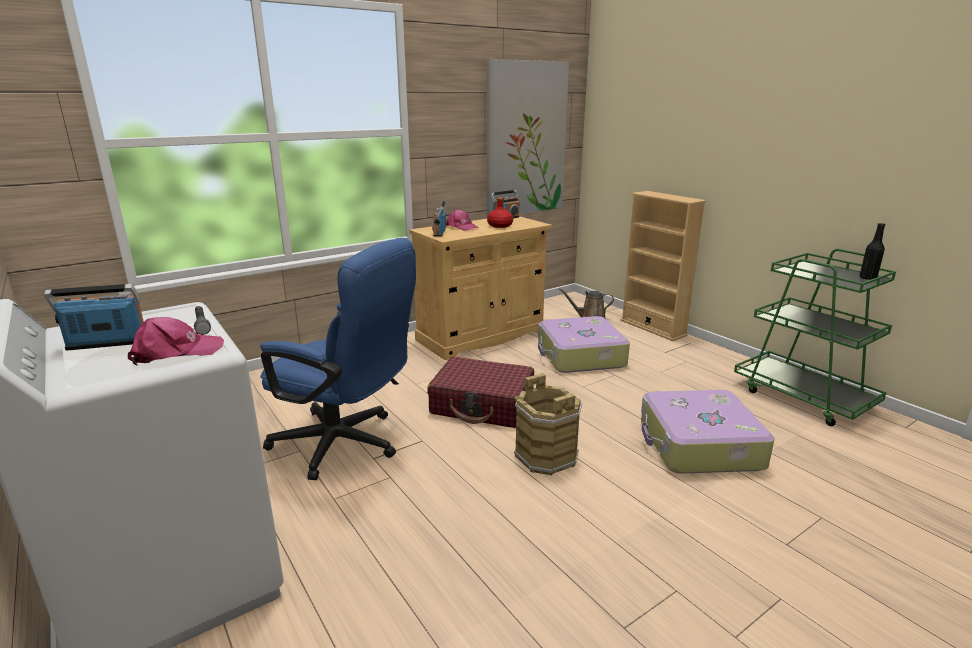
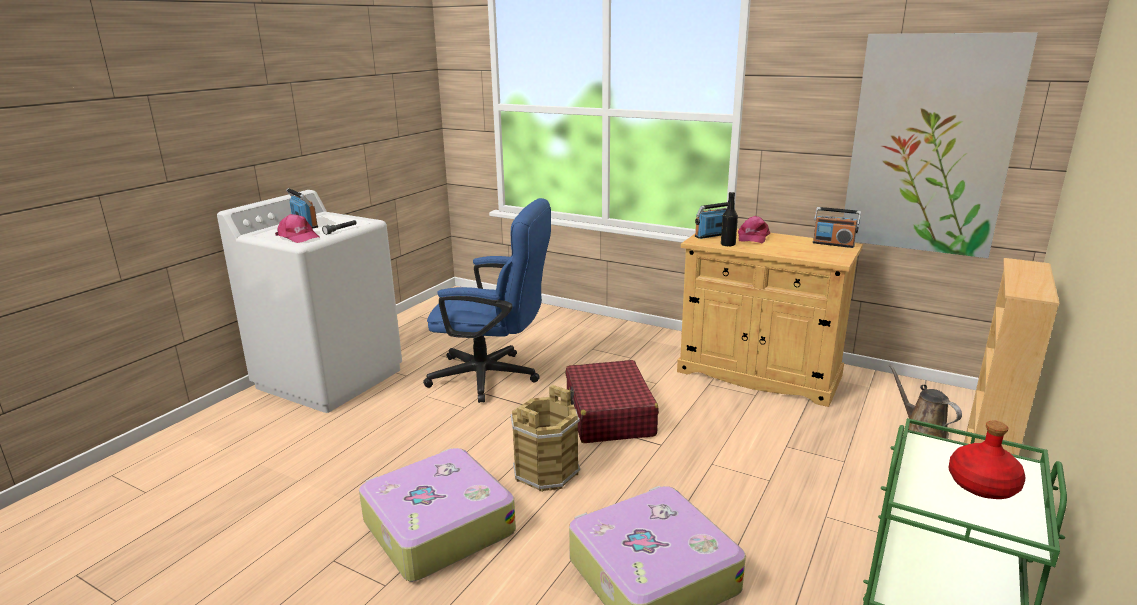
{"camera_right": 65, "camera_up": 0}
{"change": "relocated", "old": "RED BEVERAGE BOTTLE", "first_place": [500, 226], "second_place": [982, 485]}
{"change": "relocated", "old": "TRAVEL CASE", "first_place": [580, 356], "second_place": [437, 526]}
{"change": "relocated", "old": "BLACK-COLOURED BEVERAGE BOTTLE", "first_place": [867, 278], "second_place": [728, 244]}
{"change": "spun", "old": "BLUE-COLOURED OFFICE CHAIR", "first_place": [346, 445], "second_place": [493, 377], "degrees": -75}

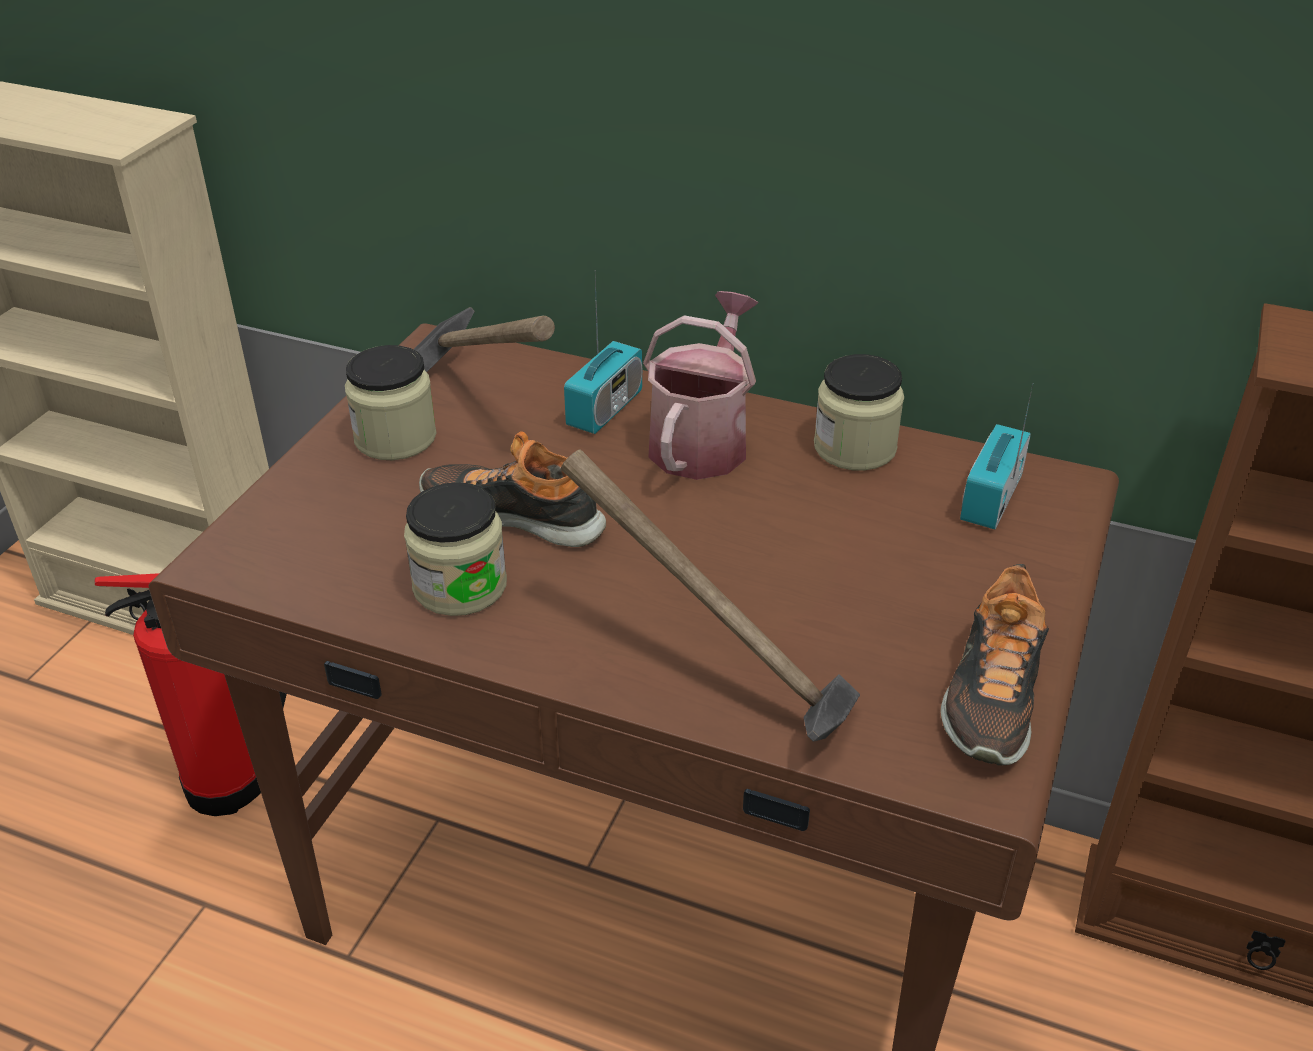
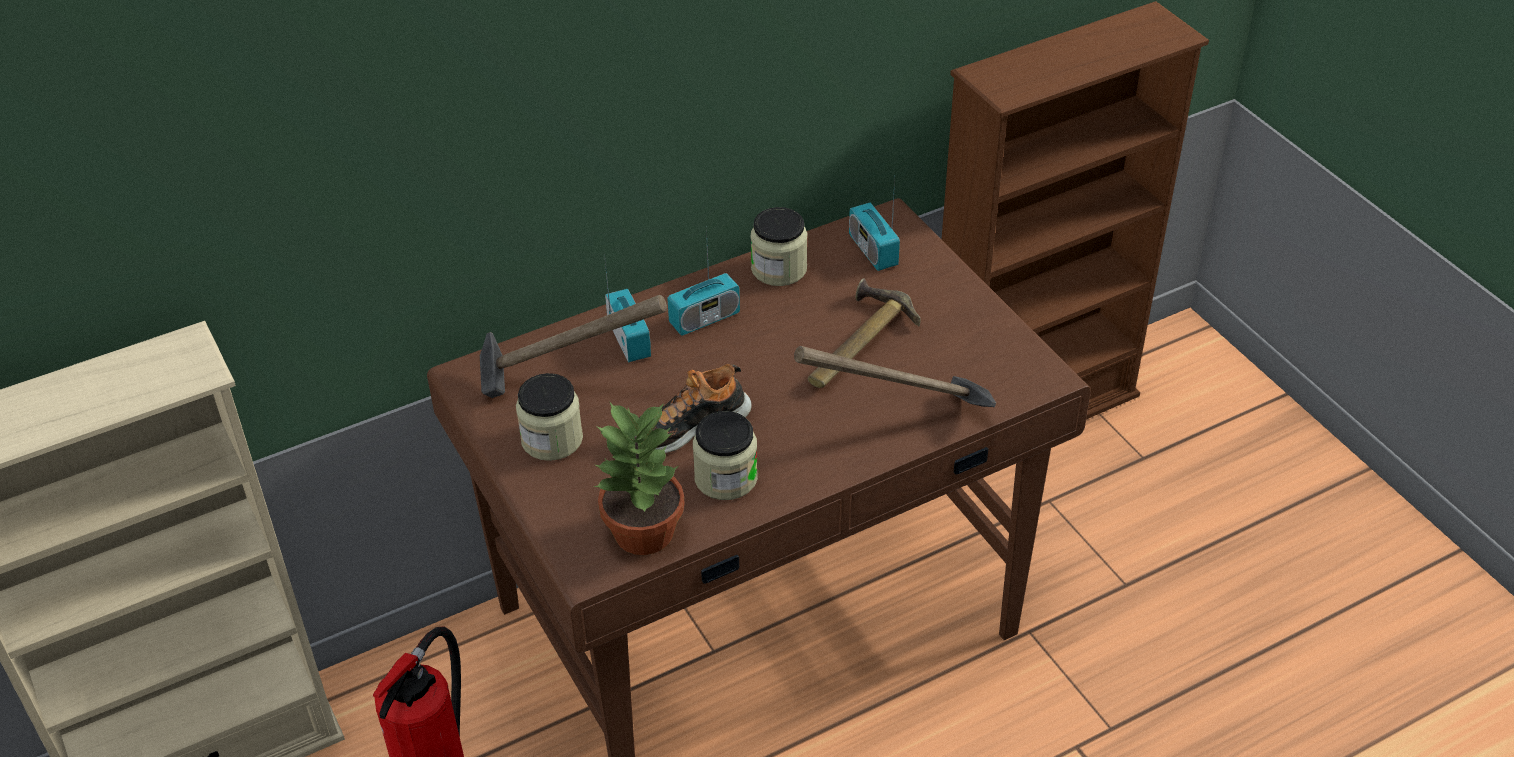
{"camera_right": -50, "camera_up": 5}
{"change": "missing", "old": "SHOE", "first_place": [992, 694]}
{"change": "appeared", "new": "HOUSEPLANT", "second_place": [645, 533]}
{"change": "appeared", "new": "HAMMER", "second_place": [854, 343]}
{"change": "exchanged", "old": "SPRINKLING CAN", "new": "RADIO RECEIVER", "first_place": [702, 439], "second_place": [704, 319]}

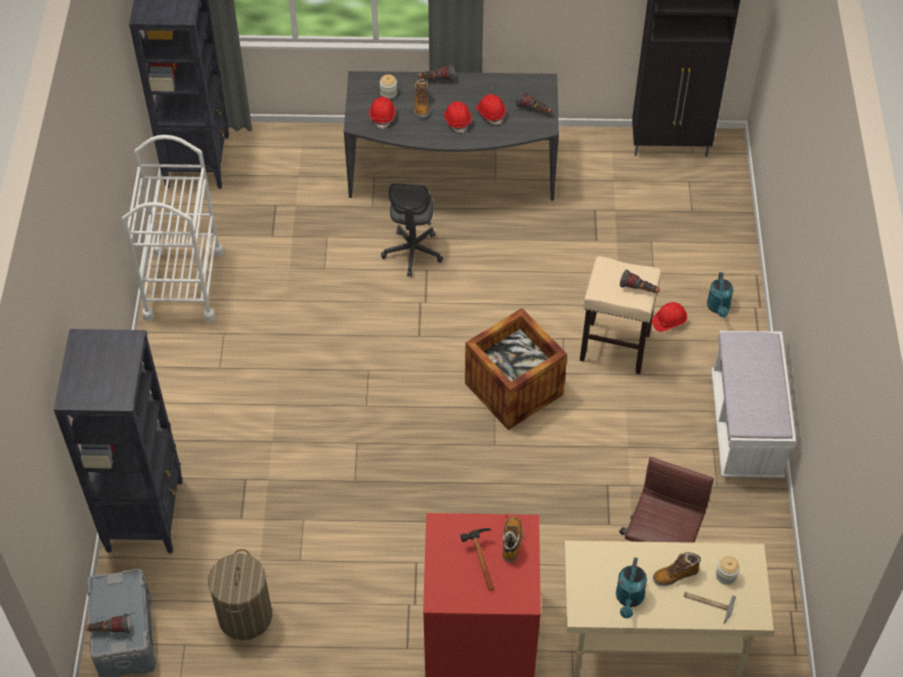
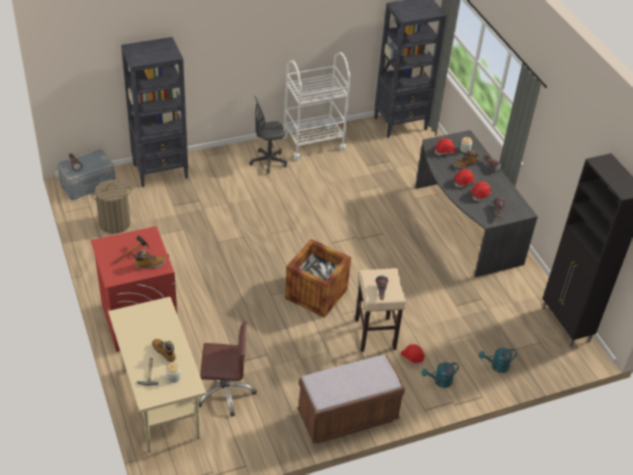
{"camera_right": 65, "camera_up": -10}
{"change": "relocated", "old": "GRAY OFFICE CHAIR", "first_place": [412, 253], "second_place": [268, 162]}
{"change": "relocated", "old": "TURQUOISE-COLOURED SPRINKLING CAN", "first_place": [629, 599], "second_place": [496, 366]}
{"change": "colour", "old": "WHITISH LONG SEAT", "new": "BROWN-COLOURED LONG SEAT", "first_place": [745, 427], "second_place": [347, 417]}

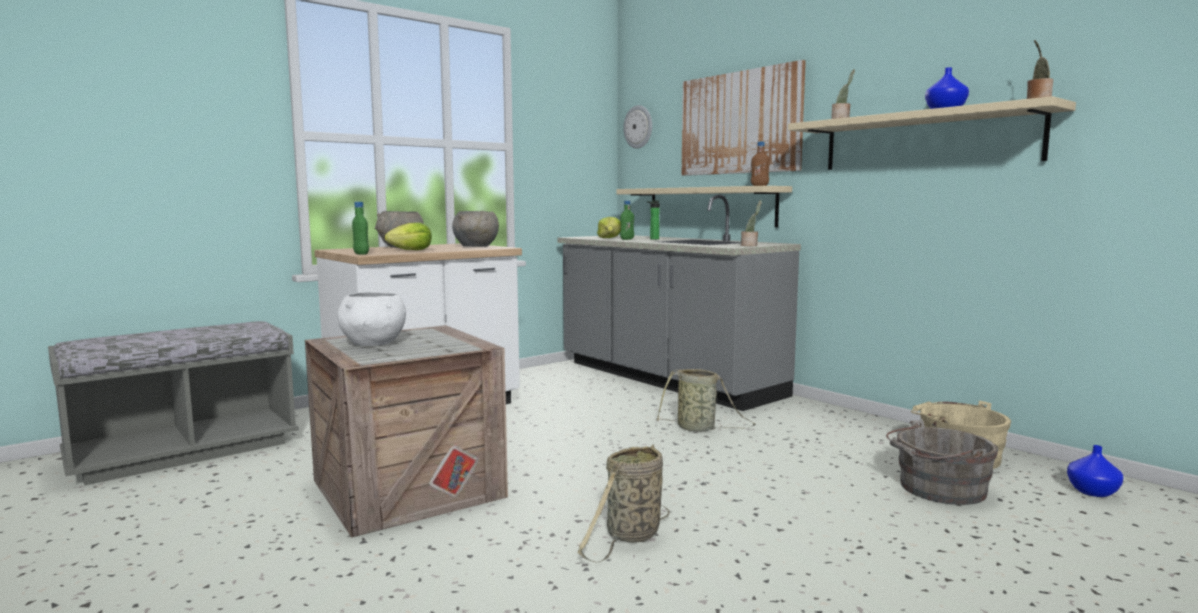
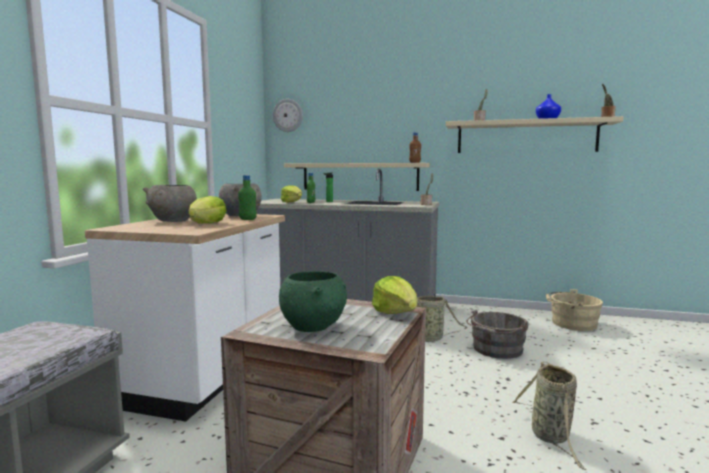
{"camera_right": -35, "camera_up": 0}
{"change": "missing", "old": "WALL ART", "first_place": [739, 123]}
{"change": "missing", "old": "BLUE-COLOURED DECORATIVE VASE", "first_place": [1094, 492]}
{"change": "appeared", "new": "LETTUCE HEAD", "second_place": [395, 312]}
{"change": "relocated", "old": "GREENISH BEVERAGE BOTTLE", "first_place": [361, 254], "second_place": [247, 219]}
{"change": "relocated", "old": "GRAY PAIL", "first_place": [938, 489], "second_place": [496, 350]}
{"change": "colour", "old": "WHITISH SERVING BOWL", "new": "GREENISH SERVING BOWL", "first_place": [374, 344], "second_place": [313, 327]}

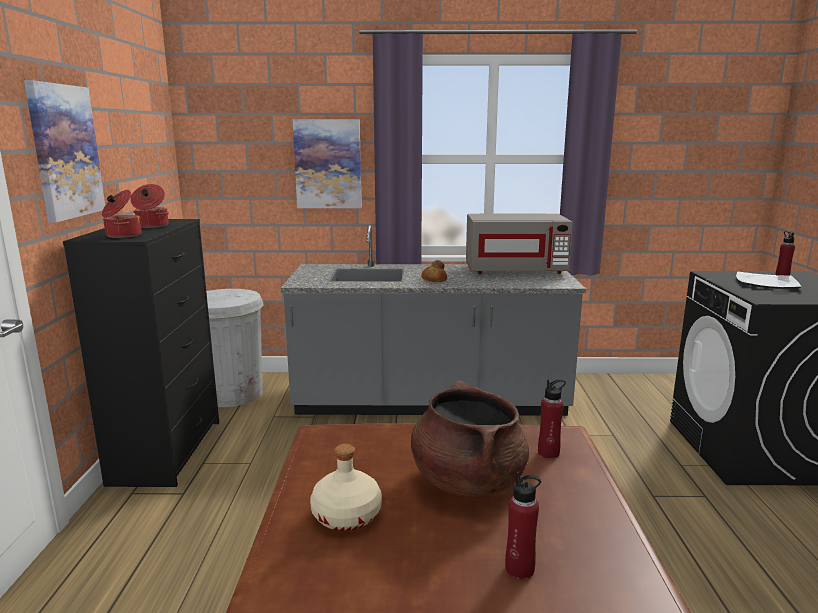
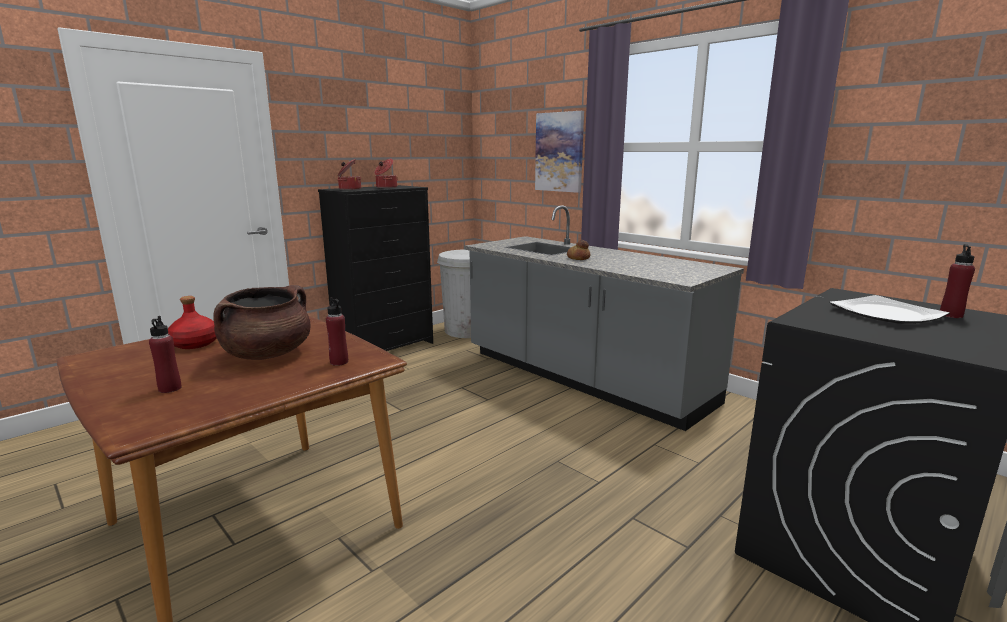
{"camera_right": 45, "camera_up": 0}
{"change": "missing", "old": "WALL ART", "first_place": [65, 151]}
{"change": "missing", "old": "GRAY MICROWAVE", "first_place": [515, 271]}
{"change": "colour", "old": "BEIGE BEVERAGE BOTTLE", "new": "RED BEVERAGE BOTTLE", "first_place": [347, 516], "second_place": [194, 344]}

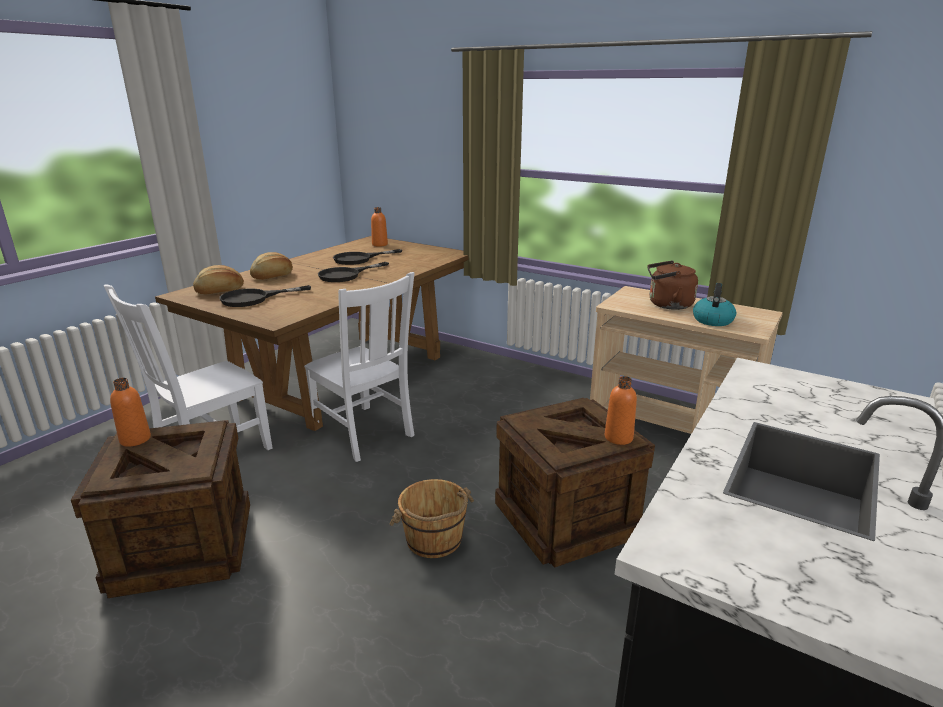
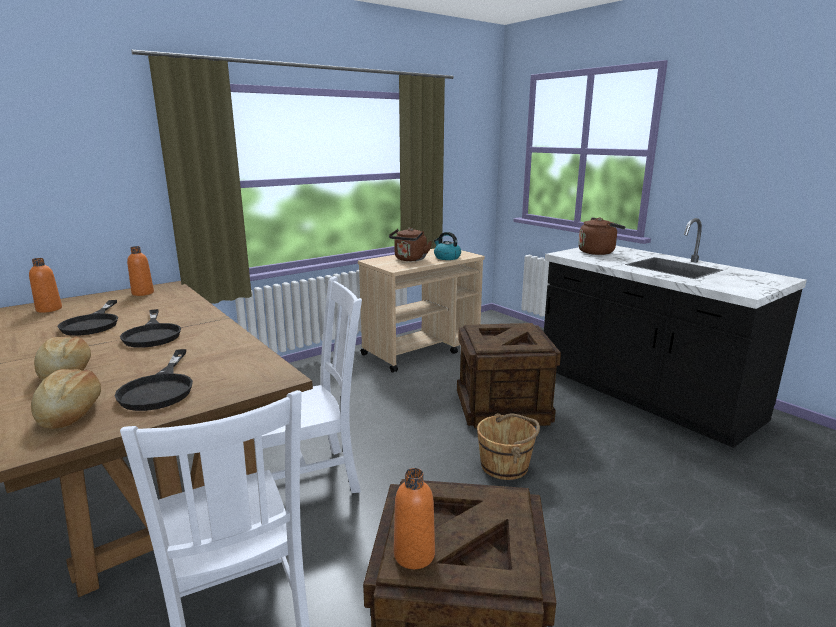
{"camera_right": -70, "camera_up": -5}
{"change": "appeared", "new": "BROWN-COLOURED WATER KETTLE", "second_place": [598, 252]}
{"change": "relocated", "old": "ORANGE-COLOURED BEVERAGE BOTTLE", "first_place": [618, 437], "second_place": [143, 293]}

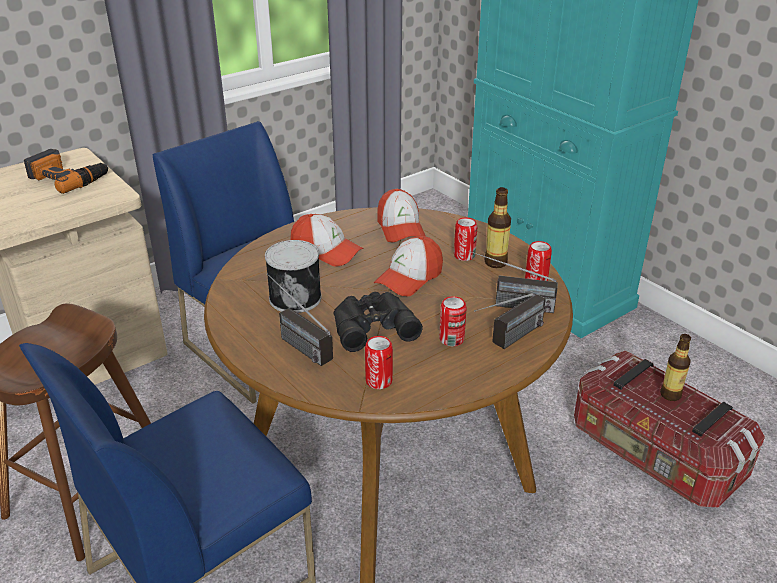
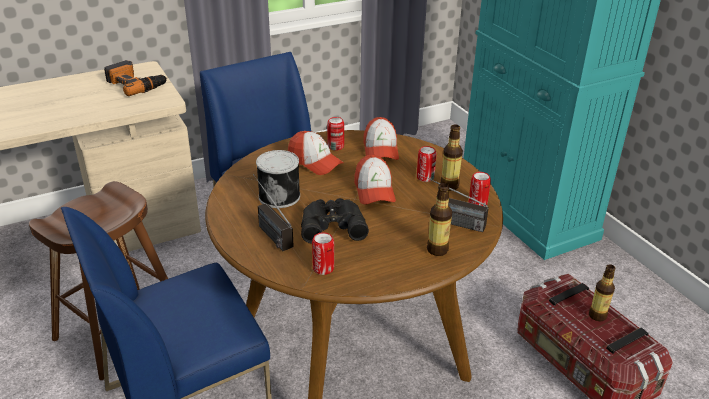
{"camera_right": 10, "camera_up": 0}
{"change": "relocated", "old": "METAL CAN", "first_place": [451, 339], "second_place": [335, 146]}
{"change": "exchanged", "old": "RADIO RECEIVER", "new": "BEVERAGE BOTTLE", "first_place": [508, 341], "second_place": [437, 250]}
{"change": "spun", "old": "BASEBALL CAP", "first_place": [409, 278], "second_place": [374, 190], "degrees": -60}

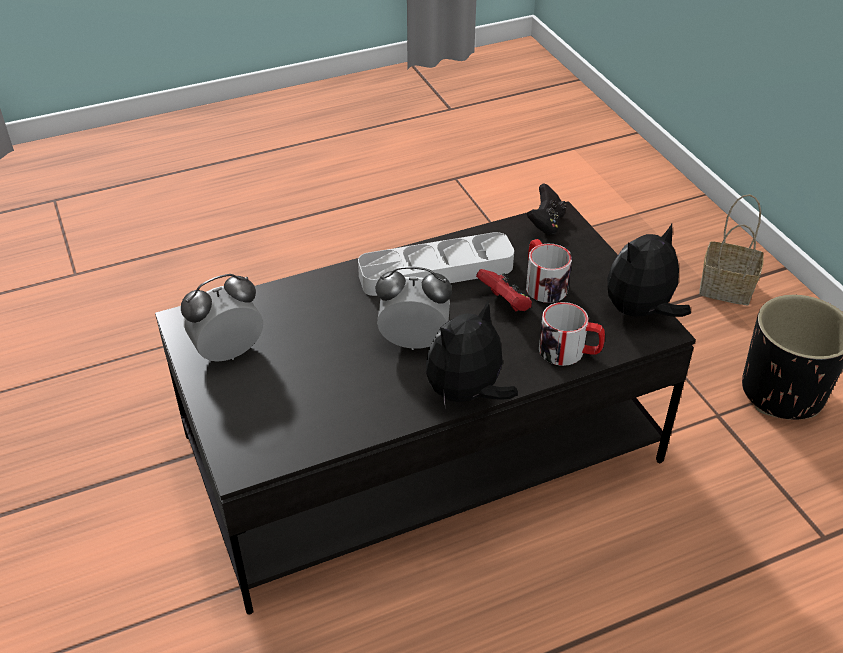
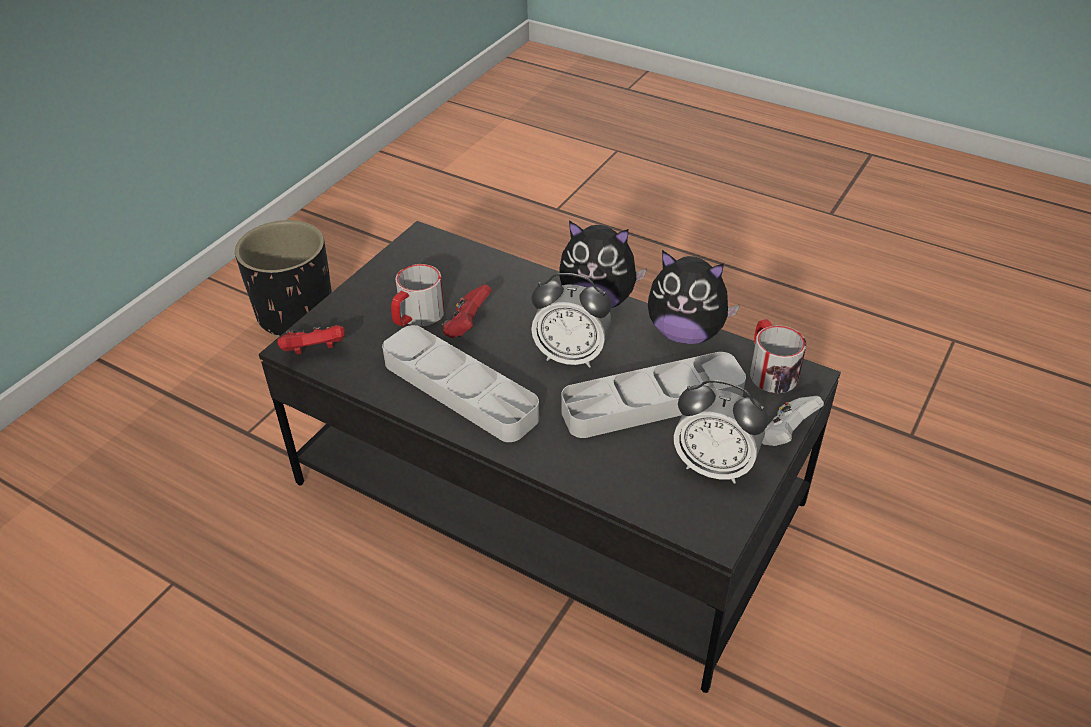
{"camera_right": -125, "camera_up": 0}
{"change": "missing", "old": "HOUSEHOLD BASKET", "first_place": [724, 289]}
{"change": "appeared", "new": "GRAY TRAY", "second_place": [652, 402]}
{"change": "appeared", "new": "WHITISH GAME CONTROLLER", "second_place": [784, 435]}
{"change": "relocated", "old": "TEA MUG", "first_place": [570, 351], "second_place": [769, 369]}
{"change": "relocated", "old": "CUDDLY TOY", "first_place": [640, 312], "second_place": [686, 333]}
{"change": "colour", "old": "BLACK-COLOURED GAME CONTROLLER", "new": "RED GAME CONTROLLER", "first_place": [546, 223], "second_place": [315, 352]}
{"change": "spun", "old": "BEDSIDE CLOCK", "first_place": [414, 342], "second_place": [571, 355], "degrees": -45}

